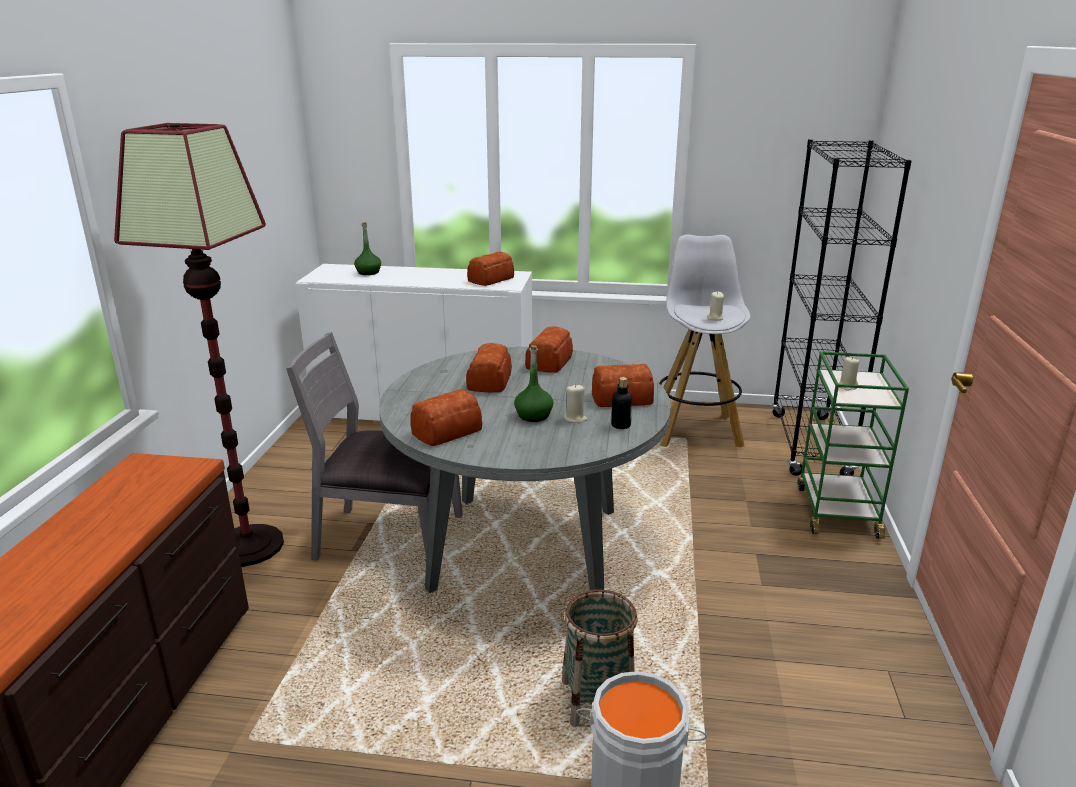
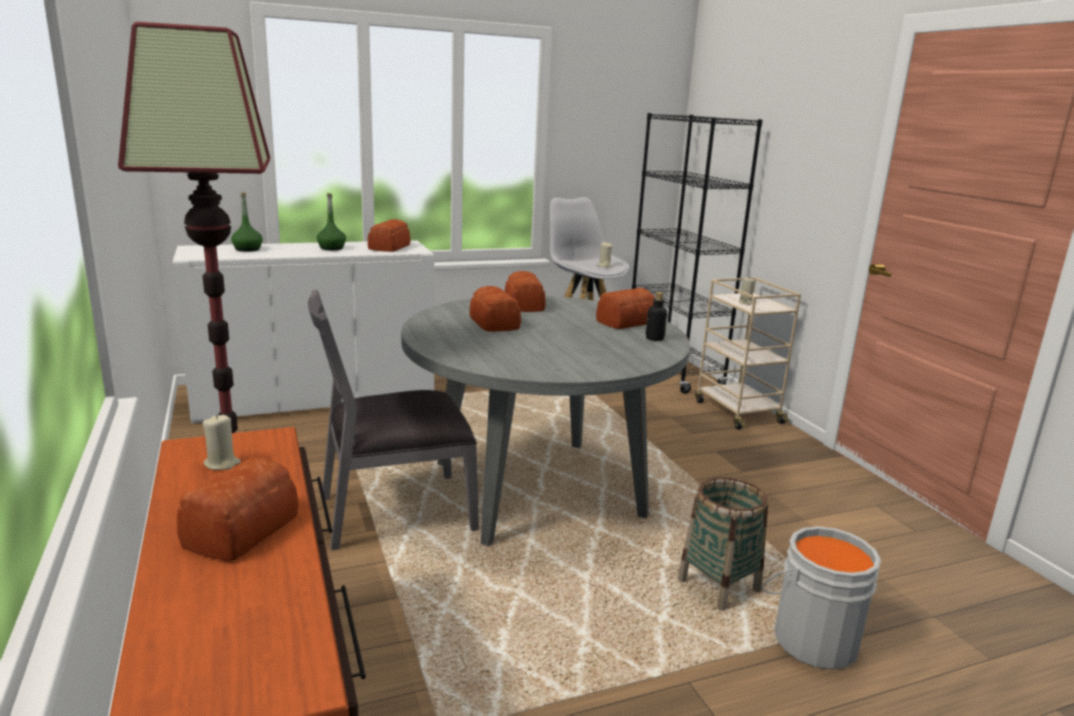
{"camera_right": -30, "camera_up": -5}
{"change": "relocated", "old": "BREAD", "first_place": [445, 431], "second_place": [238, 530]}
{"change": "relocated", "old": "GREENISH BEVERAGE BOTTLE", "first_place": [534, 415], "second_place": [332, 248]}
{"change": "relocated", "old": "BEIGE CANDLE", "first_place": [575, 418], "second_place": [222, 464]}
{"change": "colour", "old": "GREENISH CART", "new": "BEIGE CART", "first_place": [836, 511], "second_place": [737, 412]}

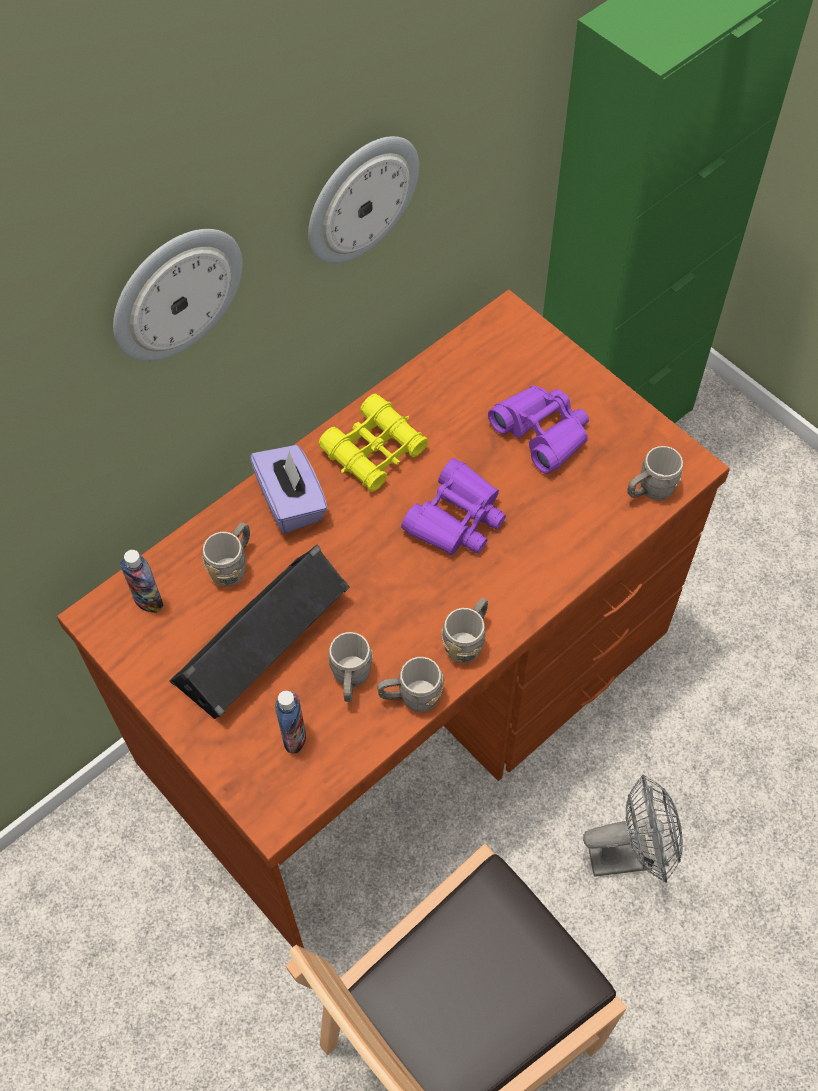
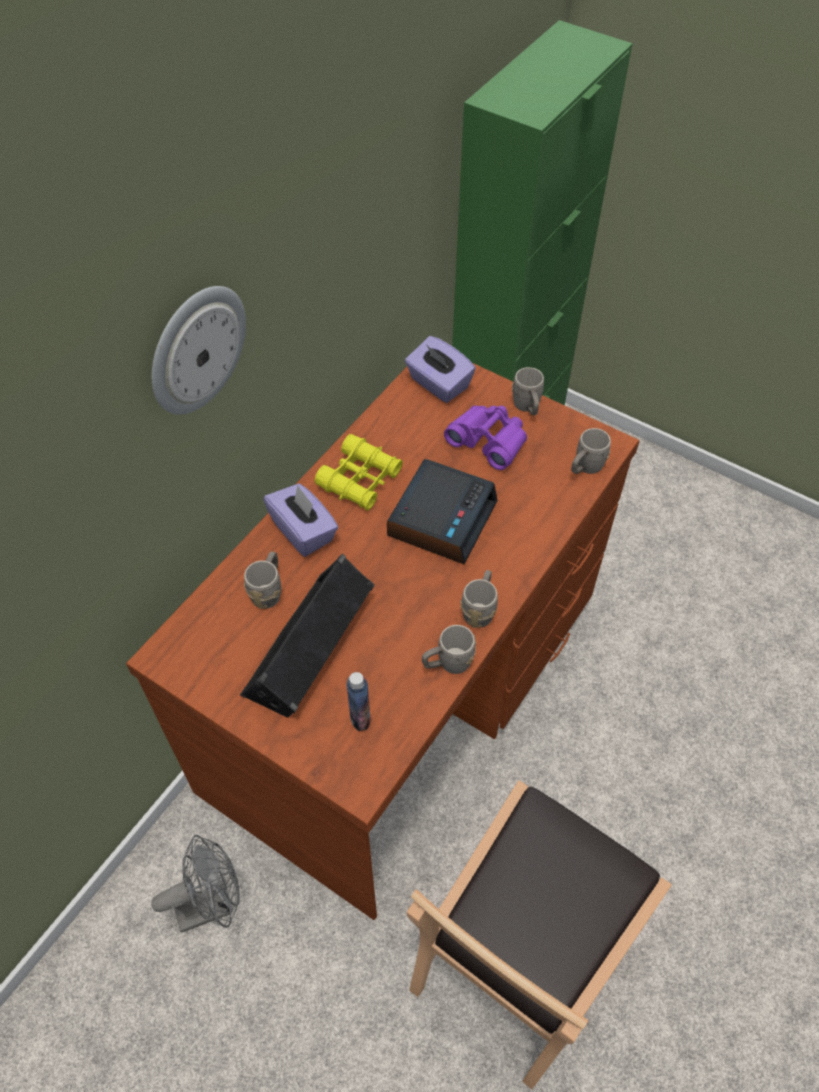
{"camera_right": -15, "camera_up": -5}
{"change": "missing", "old": "BEVERAGE BOTTLE", "first_place": [148, 601]}
{"change": "missing", "old": "CLOCK ON THE WALL", "first_place": [360, 198]}
{"change": "appeared", "new": "PURPLE TISSUE BOX", "second_place": [438, 384]}
{"change": "relocated", "old": "GRAY TEA MUG", "first_place": [351, 680], "second_place": [527, 407]}
{"change": "relocated", "old": "GRAY FAN", "first_place": [629, 854], "second_place": [212, 904]}
{"change": "exchanged", "old": "PURPLE FIELD GLASSES", "new": "BEDSIDE CLOCK", "first_place": [456, 519], "second_place": [441, 518]}

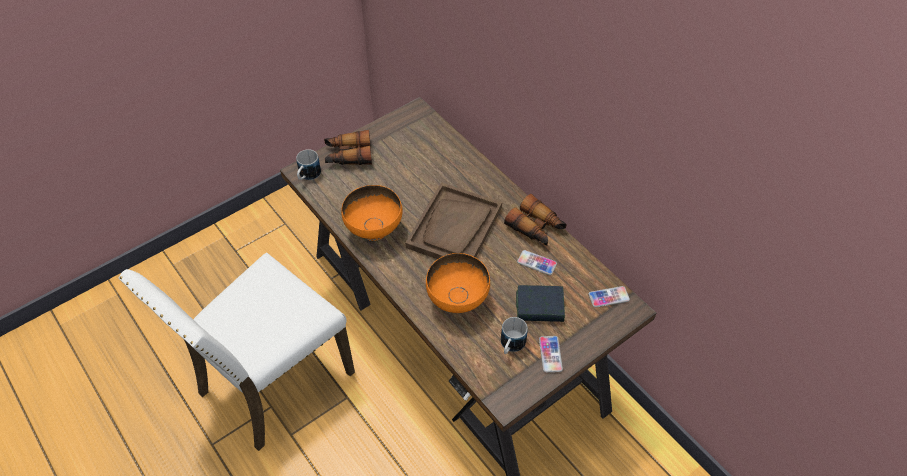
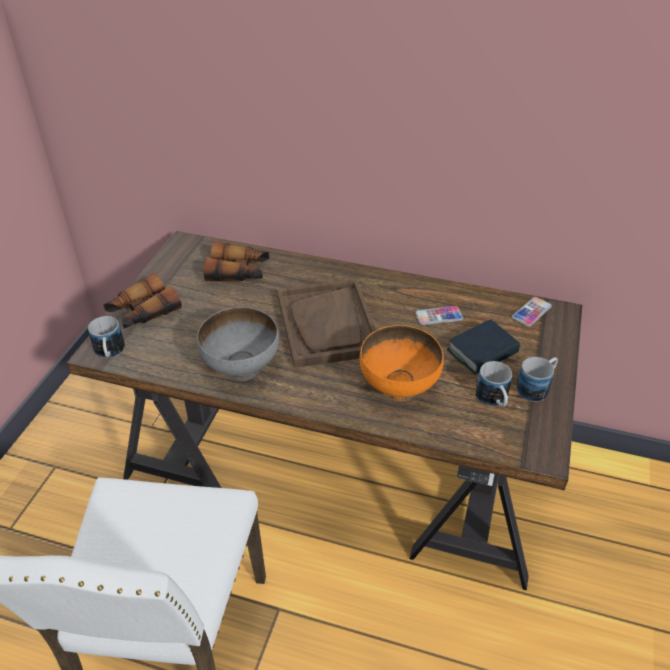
{"camera_right": -35, "camera_up": -10}
{"change": "relocated", "old": "FIELD GLASSES", "first_place": [536, 228], "second_place": [239, 272]}
{"change": "exchanged", "old": "HANDSET", "new": "TEA MUG", "first_place": [550, 354], "second_place": [536, 387]}
{"change": "colour", "old": "ORANGE-COLOURED SERVING BOWL", "new": "GRAY SERVING BOWL", "first_place": [374, 230], "second_place": [242, 368]}

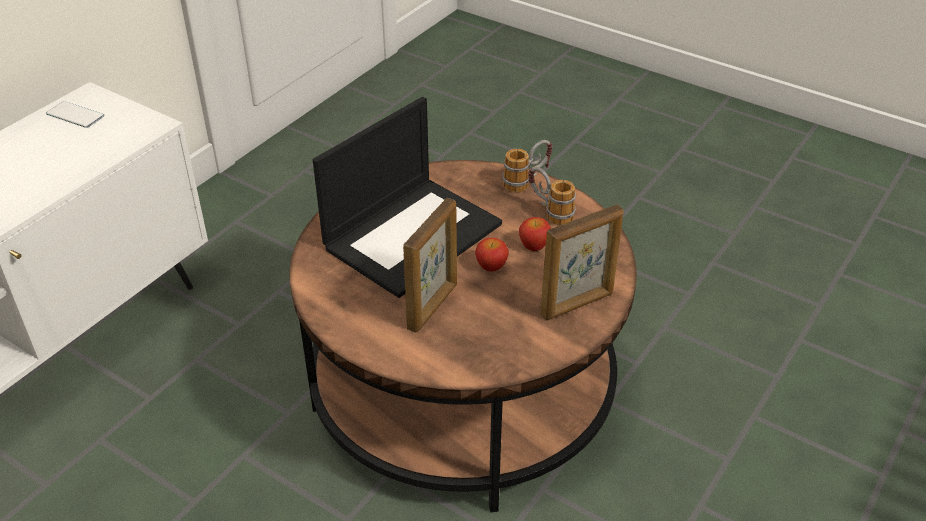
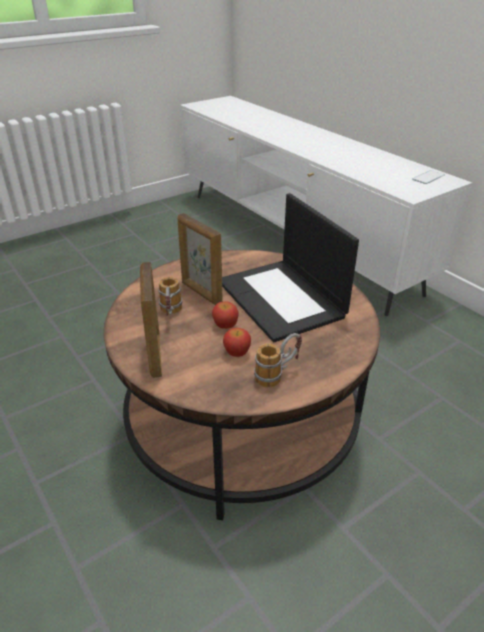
{"camera_right": 110, "camera_up": -5}
{"change": "relocated", "old": "TEA MUG", "first_place": [527, 181], "second_place": [171, 314]}

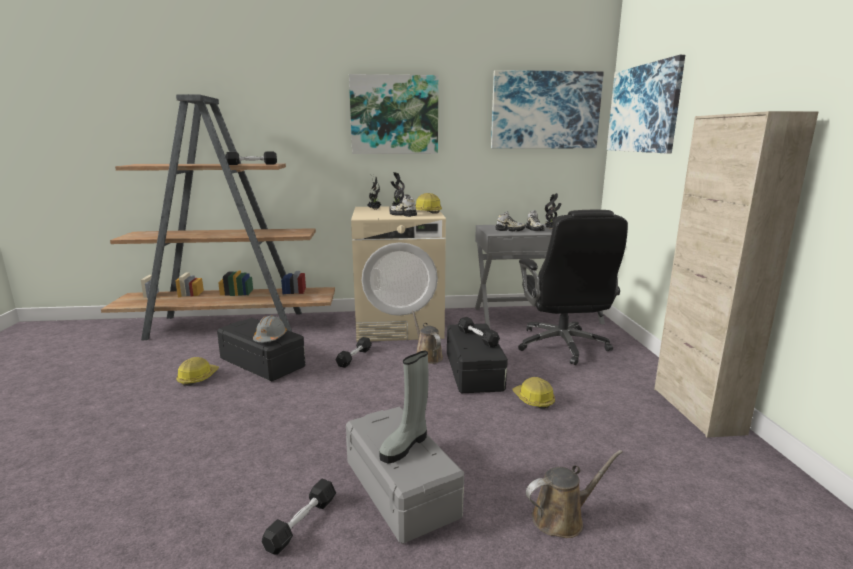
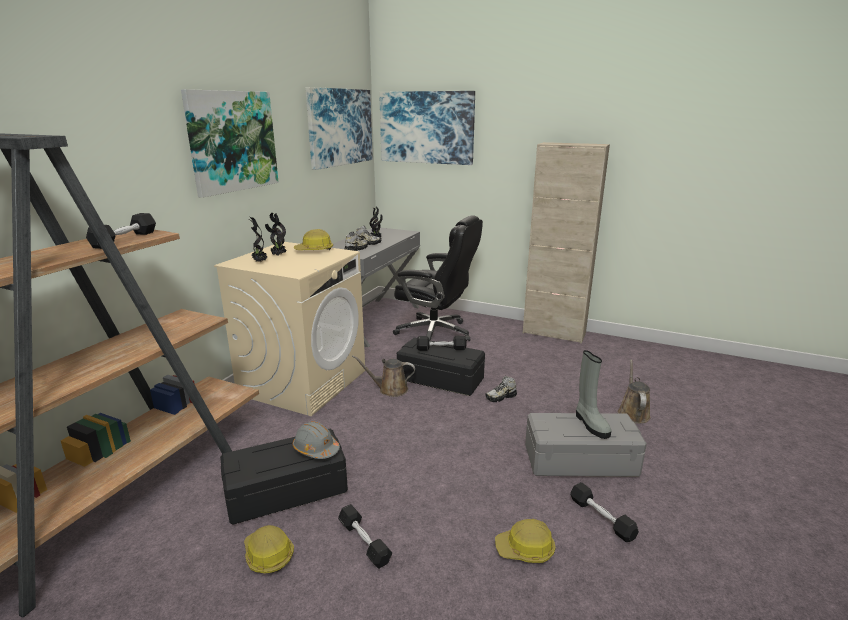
{"camera_right": -60, "camera_up": 5}
{"change": "relocated", "old": "BLACK-COLOURED FREE WEIGHT", "first_place": [354, 357], "second_place": [364, 542]}
{"change": "relocated", "old": "SHOE", "first_place": [402, 215], "second_place": [501, 397]}
{"change": "relocated", "old": "WORK HELMET", "first_place": [533, 400], "second_place": [525, 550]}

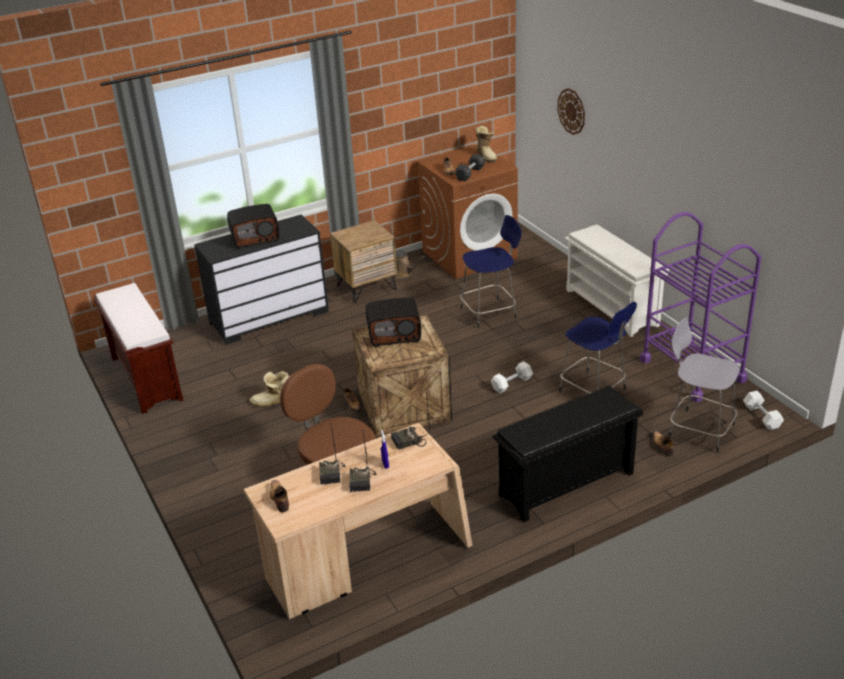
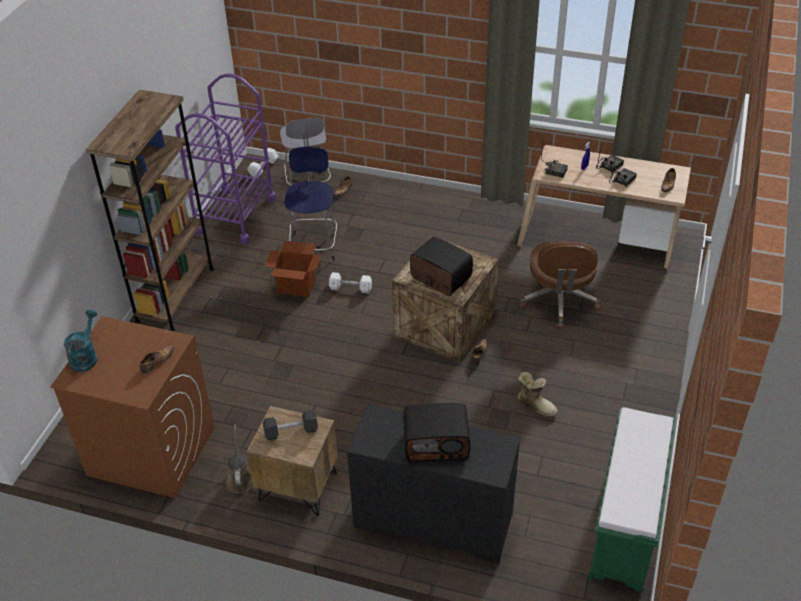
{"camera_right": -135, "camera_up": 10}
{"change": "missing", "old": "BLUE-COLOURED SITTING STOOL", "first_place": [490, 312]}
{"change": "missing", "old": "BLACK-COLOURED SHOE RACK", "first_place": [565, 485]}
{"change": "missing", "old": "CLOCK ON THE WALL", "first_place": [571, 111]}
{"change": "appeared", "new": "CARDBOARD BOX", "second_place": [296, 286]}
{"change": "relocated", "old": "BLACK-COLOURED FREE WEIGHT", "first_place": [470, 173], "second_place": [291, 431]}
{"change": "exchanged", "old": "BOOT", "new": "TURQUOISE-COLOURED SPRINKLING CAN", "first_place": [487, 156], "second_place": [86, 357]}
{"change": "exchanged", "old": "WHITISH SHOE RACK", "new": "BROWN-COLOURED SHELVING UNIT", "first_place": [613, 308], "second_place": [175, 295]}
{"change": "colour", "old": "BROWN-COLOURED LONG SEAT", "new": "GREENISH LONG SEAT", "first_place": [145, 378], "second_place": [625, 527]}
{"change": "spun", "old": "RADIO RECEIVER", "first_place": [255, 238], "second_place": [436, 444], "degrees": 150}

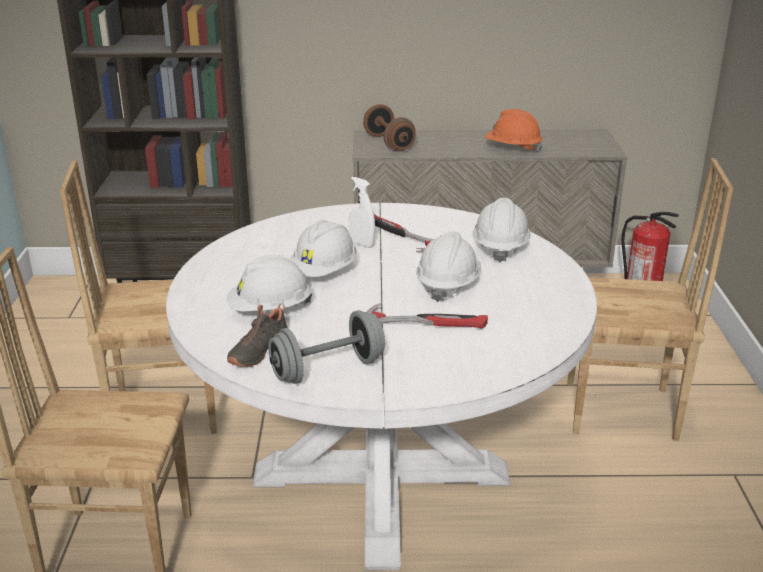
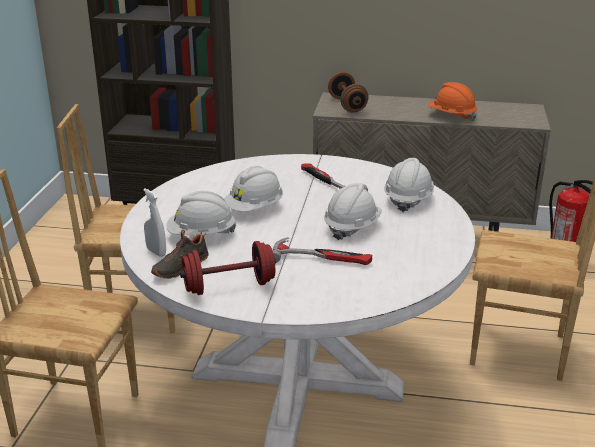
{"camera_right": 10, "camera_up": 0}
{"change": "relocated", "old": "WHITISH SPRAY BOTTLE", "first_place": [362, 244], "second_place": [156, 252]}
{"change": "colour", "old": "GRAY FREE WEIGHT", "new": "RED FREE WEIGHT", "first_place": [327, 369], "second_place": [229, 286]}

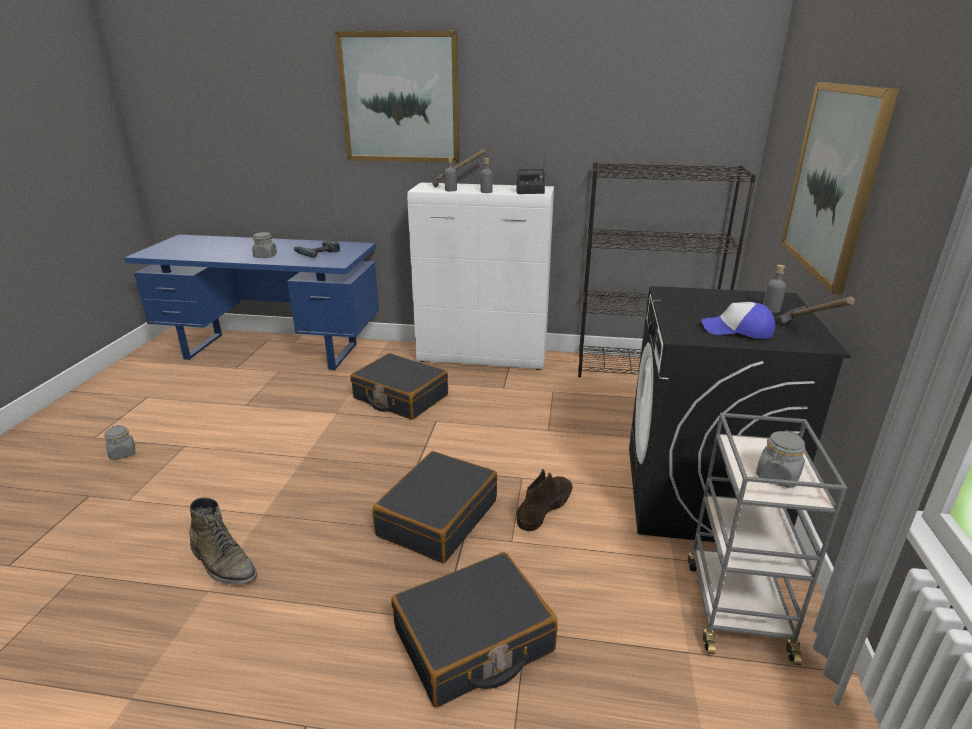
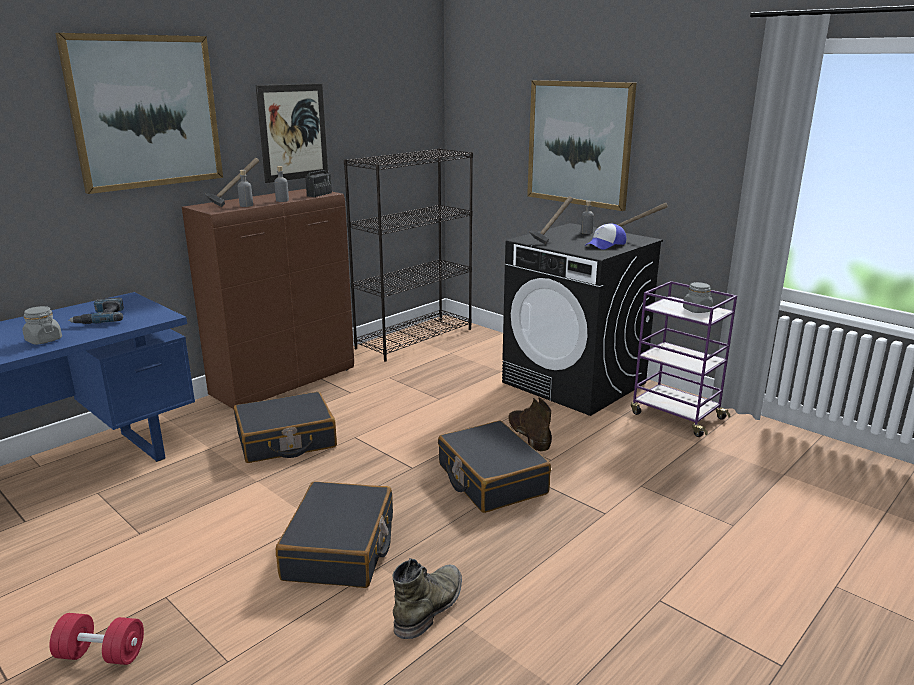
{"camera_right": -55, "camera_up": -5}
{"change": "appeared", "new": "WALL ART", "second_place": [293, 132]}
{"change": "appeared", "new": "HAMMER", "second_place": [551, 239]}
{"change": "relocated", "old": "BLACK-COLOURED TRAVEL CASE", "first_place": [473, 641], "second_place": [340, 549]}
{"change": "exchanged", "old": "GRAY JAR", "new": "RED FREE WEIGHT", "first_place": [122, 453], "second_place": [101, 654]}
{"change": "colour", "old": "WHITISH CUPBOARD", "new": "BROWN-COLOURED CUPBOARD", "first_place": [483, 357], "second_place": [285, 382]}
{"change": "colour", "old": "GRAY CART", "new": "PURPLE CART", "first_place": [736, 607], "second_place": [676, 415]}
{"change": "spun", "old": "GREENISH BOOT", "first_place": [223, 563], "second_place": [430, 606], "degrees": -45}

